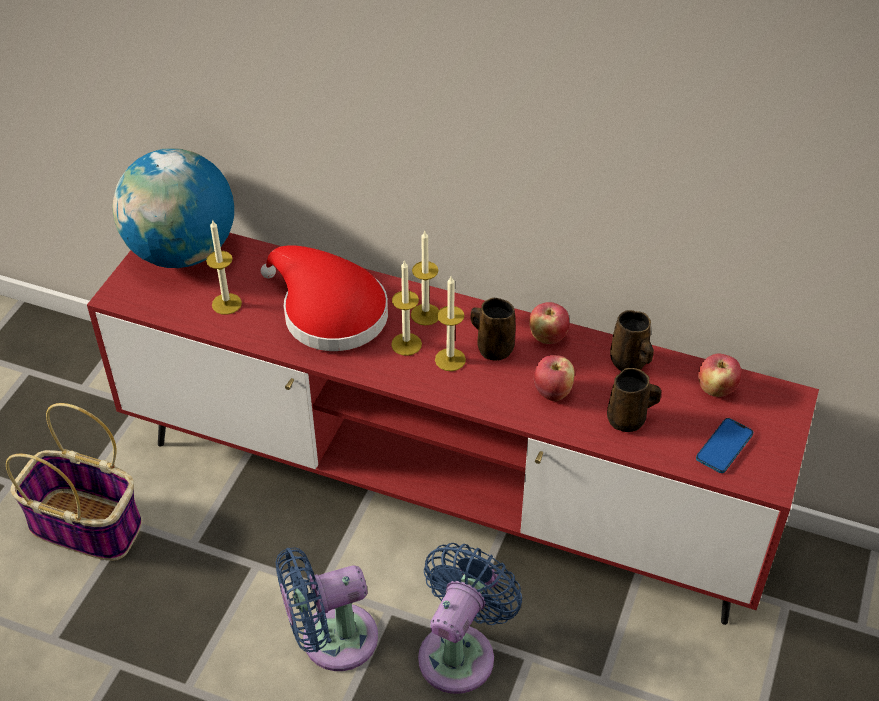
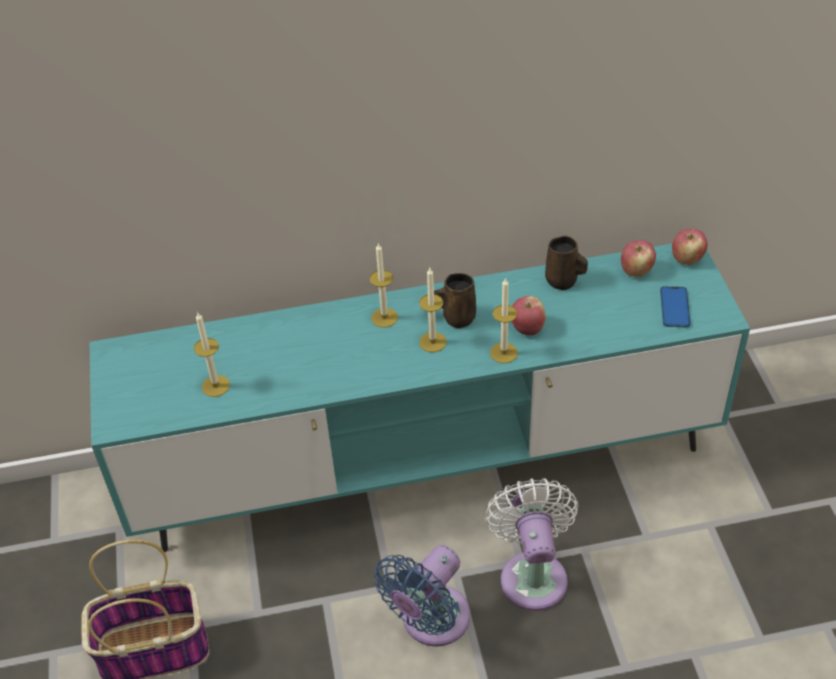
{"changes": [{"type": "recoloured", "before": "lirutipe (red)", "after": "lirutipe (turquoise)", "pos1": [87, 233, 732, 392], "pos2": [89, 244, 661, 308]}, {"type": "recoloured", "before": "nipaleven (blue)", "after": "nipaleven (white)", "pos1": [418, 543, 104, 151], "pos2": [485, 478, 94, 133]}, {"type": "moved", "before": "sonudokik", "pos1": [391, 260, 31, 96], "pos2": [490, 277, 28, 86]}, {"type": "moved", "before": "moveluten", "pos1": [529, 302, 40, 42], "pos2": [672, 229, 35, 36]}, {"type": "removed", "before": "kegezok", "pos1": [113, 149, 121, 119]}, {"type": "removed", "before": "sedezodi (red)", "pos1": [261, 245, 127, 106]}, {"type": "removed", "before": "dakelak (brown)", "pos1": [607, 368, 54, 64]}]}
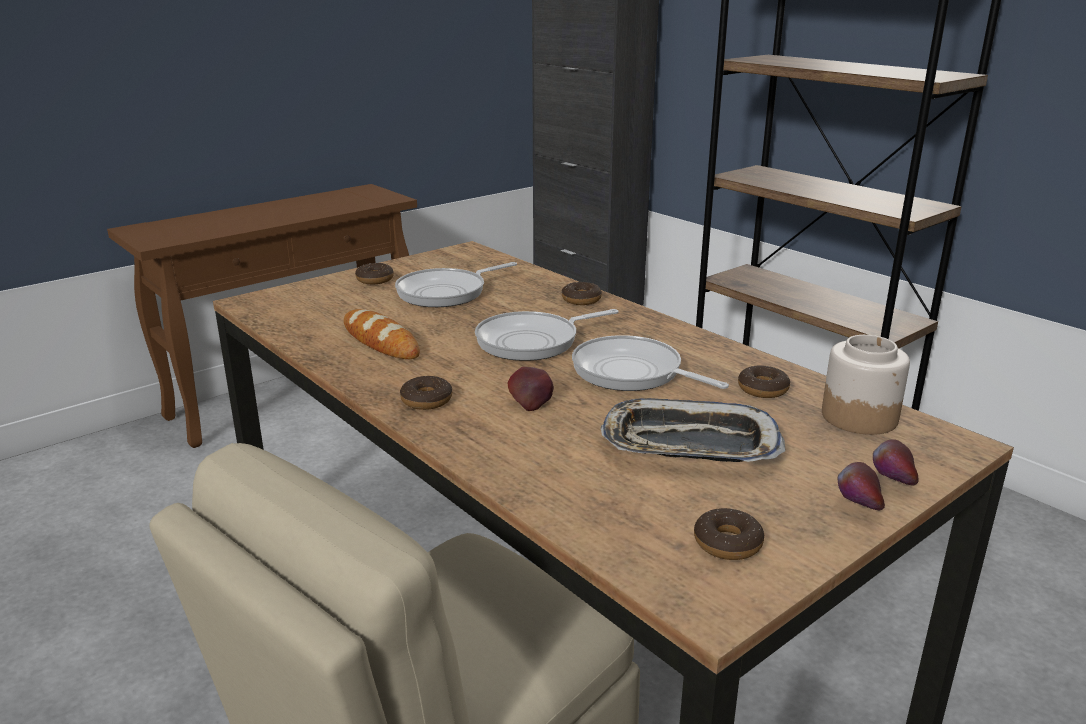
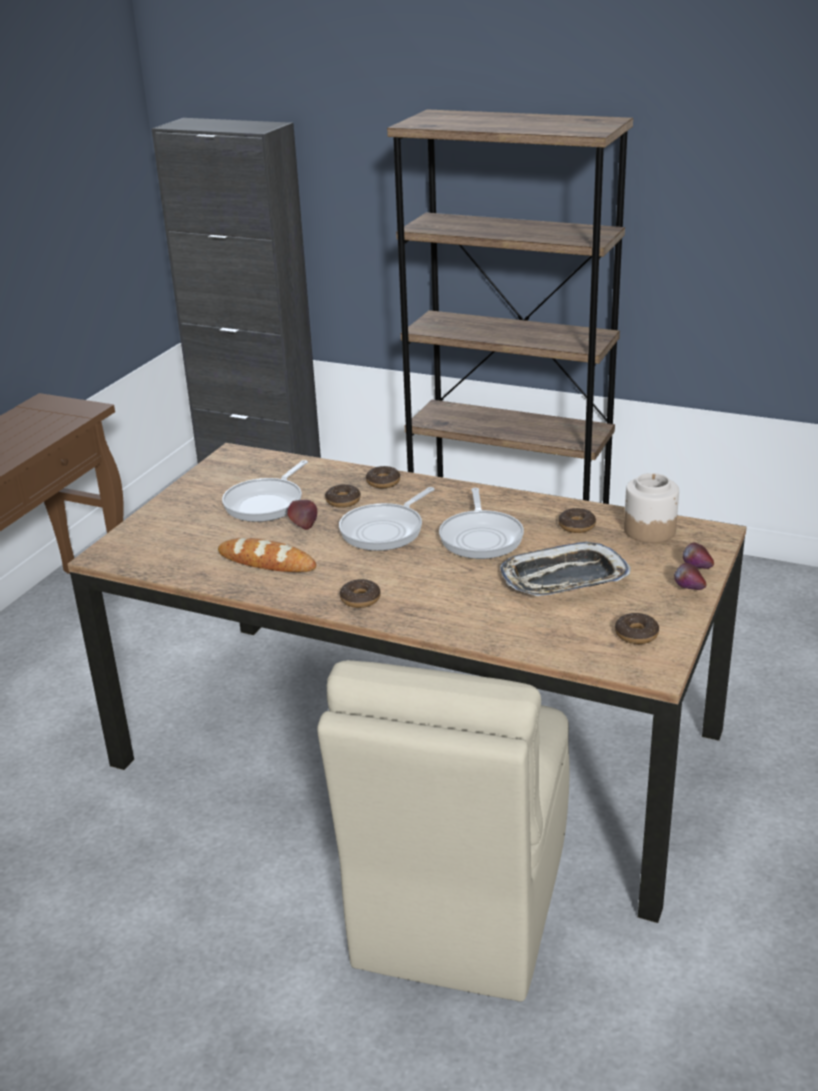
{"changes": [{"type": "moved", "before": "moveluten", "pos1": [508, 367, 46, 44], "pos2": [287, 500, 30, 30]}, {"type": "moved", "before": "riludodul", "pos1": [355, 263, 39, 21], "pos2": [325, 484, 36, 24]}, {"type": "turned", "before": "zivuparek", "pos1": [572, 335, 157, 56], "pos2": [439, 488, 85, 71], "turn": -105}]}
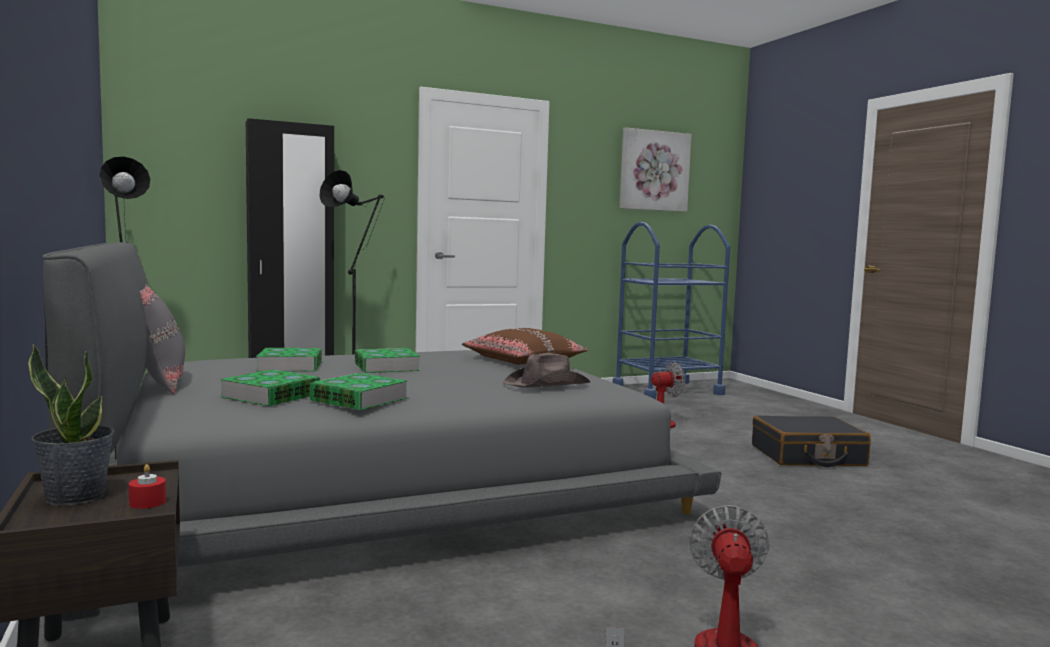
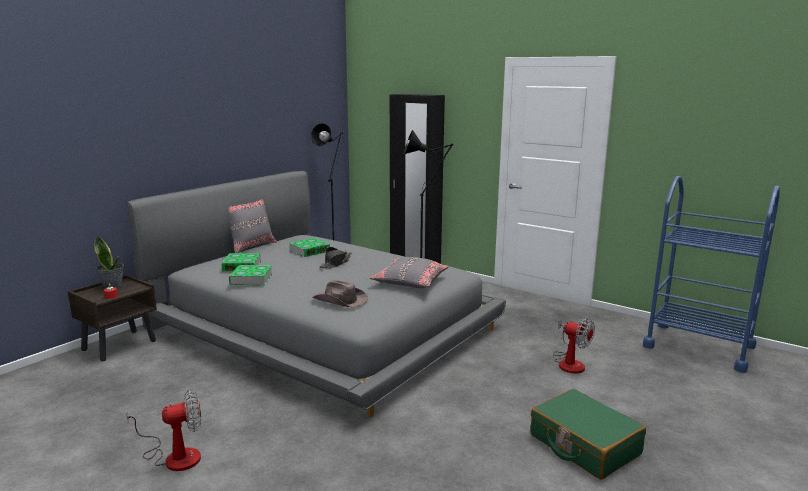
{"changes": [{"type": "replaced", "before": "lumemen", "after": "sedezodi (black)", "pos1": [355, 348, 65, 25], "pos2": [319, 247, 32, 21]}, {"type": "recoloured", "before": "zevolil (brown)", "after": "zevolil (grey)", "pos1": [462, 328, 126, 37], "pos2": [370, 257, 79, 31]}, {"type": "recoloured", "before": "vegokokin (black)", "after": "vegokokin (green)", "pos1": [752, 415, 119, 52], "pos2": [530, 389, 116, 91]}, {"type": "removed", "before": "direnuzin", "pos1": [620, 127, 71, 85]}]}
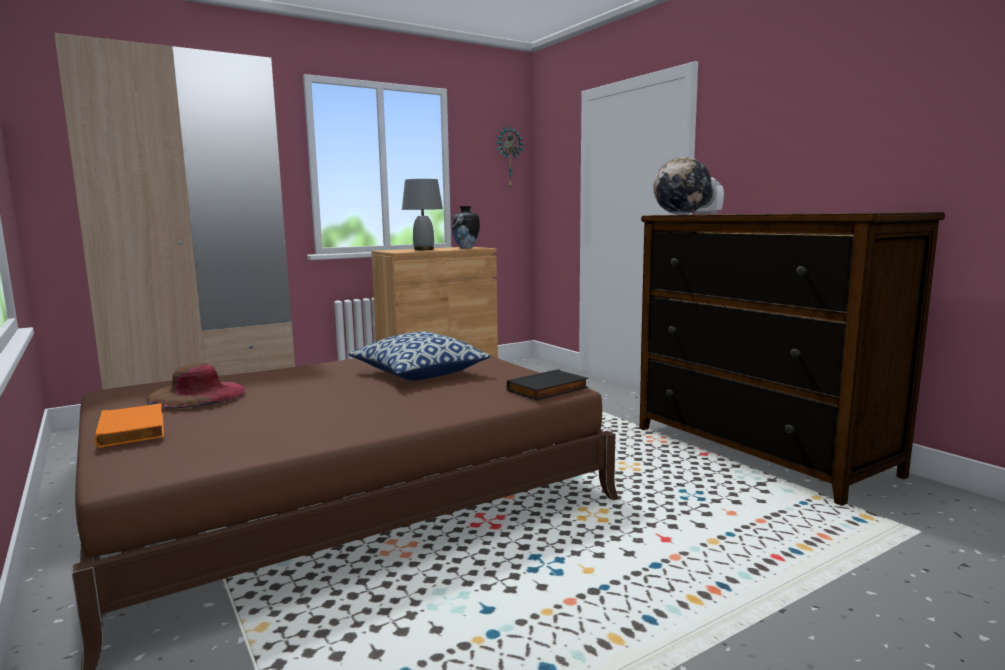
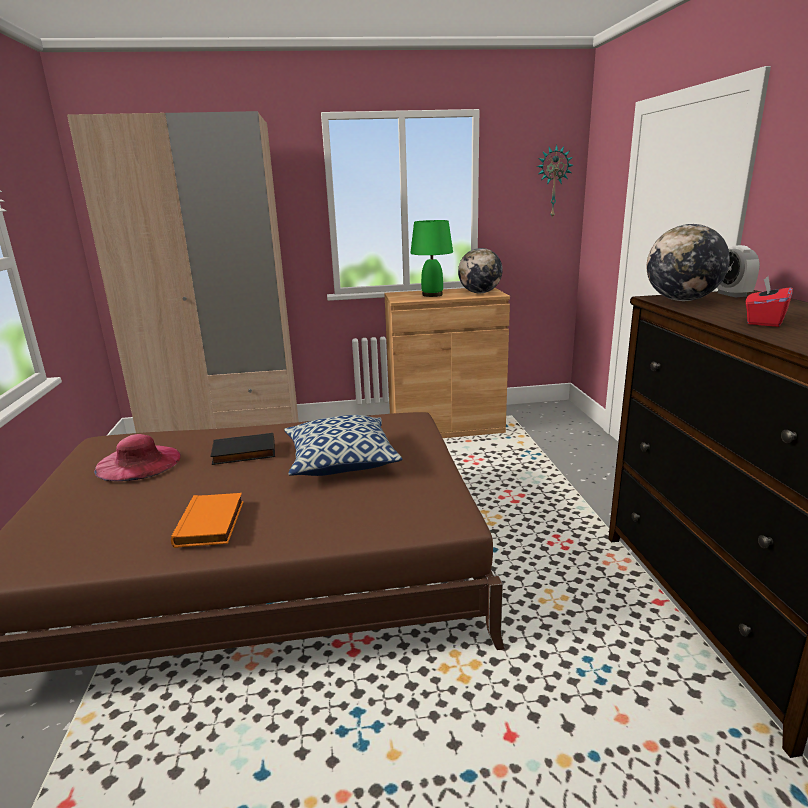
{"changes": [{"type": "recoloured", "before": "sedezodi (brown)", "after": "sedezodi (pink)", "pos1": [146, 362, 100, 47], "pos2": [94, 434, 86, 47]}, {"type": "moved", "before": "lumemen (orange)", "pos1": [95, 403, 69, 45], "pos2": [171, 493, 72, 55]}, {"type": "moved", "before": "lumemen (black)", "pos1": [507, 369, 81, 31], "pos2": [210, 433, 65, 32]}, {"type": "recoloured", "before": "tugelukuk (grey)", "after": "tugelukuk (green)", "pos1": [402, 179, 41, 71], "pos2": [410, 220, 43, 77]}, {"type": "replaced", "before": "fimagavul", "after": "kegezok", "pos1": [452, 206, 28, 43], "pos2": [458, 248, 45, 45]}, {"type": "added", "after": "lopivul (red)", "pos2": [746, 276, 47, 51]}]}
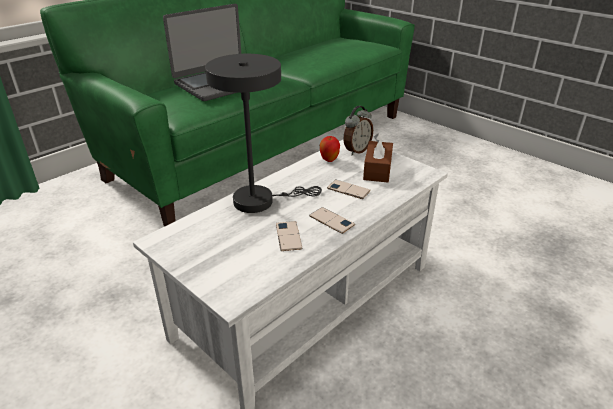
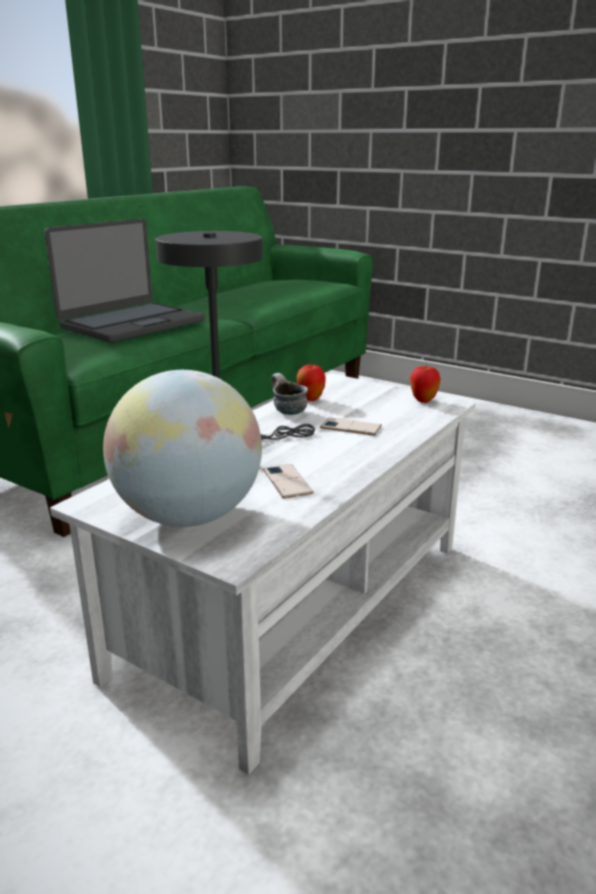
{"changes": [{"type": "added", "after": "kegezok", "pos2": [103, 370, 159, 157]}, {"type": "added", "after": "dakelak", "pos2": [271, 373, 37, 42]}, {"type": "added", "after": "moveluten", "pos2": [410, 364, 30, 39]}, {"type": "removed", "before": "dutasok", "pos1": [309, 207, 46, 27]}, {"type": "removed", "before": "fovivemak", "pos1": [343, 106, 30, 50]}, {"type": "removed", "before": "lopivul (brown)", "pos1": [363, 133, 30, 50]}]}
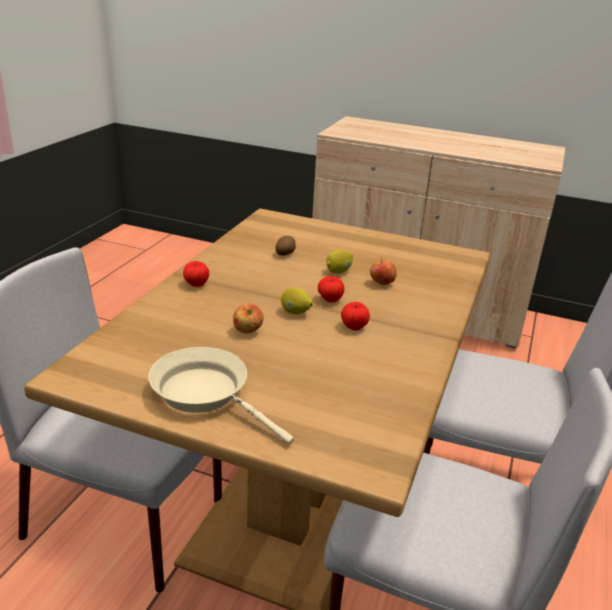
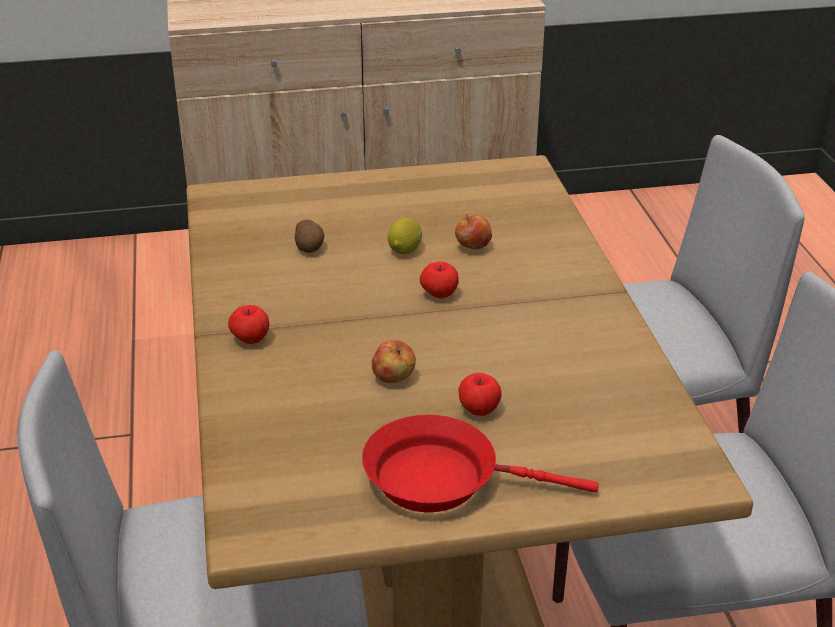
{"changes": [{"type": "recoloured", "before": "zivuparek (beige)", "after": "zivuparek (red)", "pos1": [148, 347, 146, 97], "pos2": [362, 415, 237, 97]}, {"type": "moved", "before": "moveluten", "pos1": [341, 302, 29, 28], "pos2": [458, 373, 44, 43]}, {"type": "removed", "before": "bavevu", "pos1": [281, 288, 32, 26]}]}
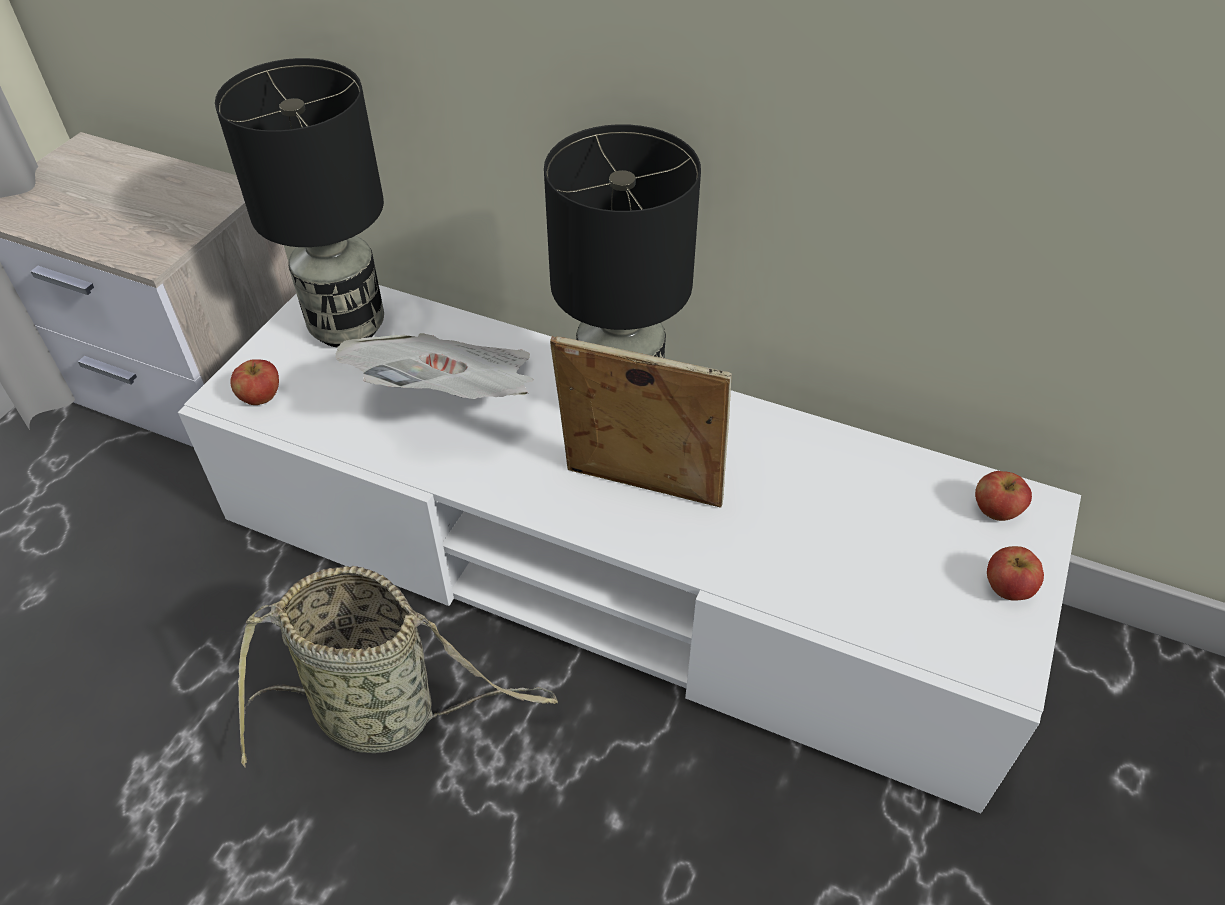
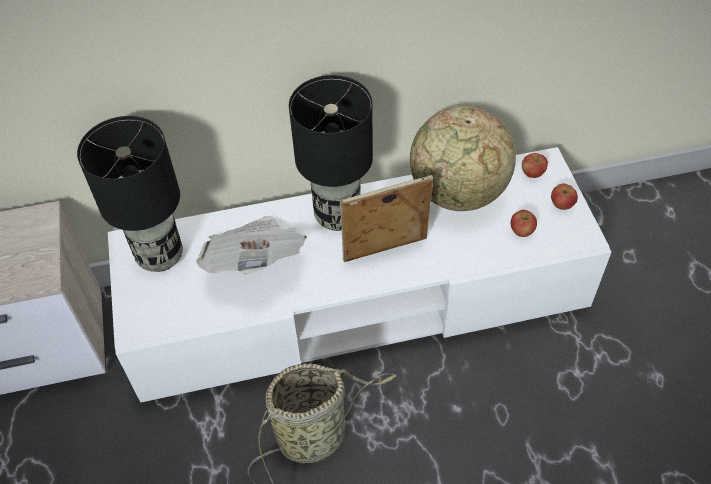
{"changes": [{"type": "added", "after": "kegezok", "pos2": [410, 106, 106, 105]}, {"type": "moved", "before": "moveluten", "pos1": [230, 359, 49, 46], "pos2": [511, 210, 26, 27]}]}
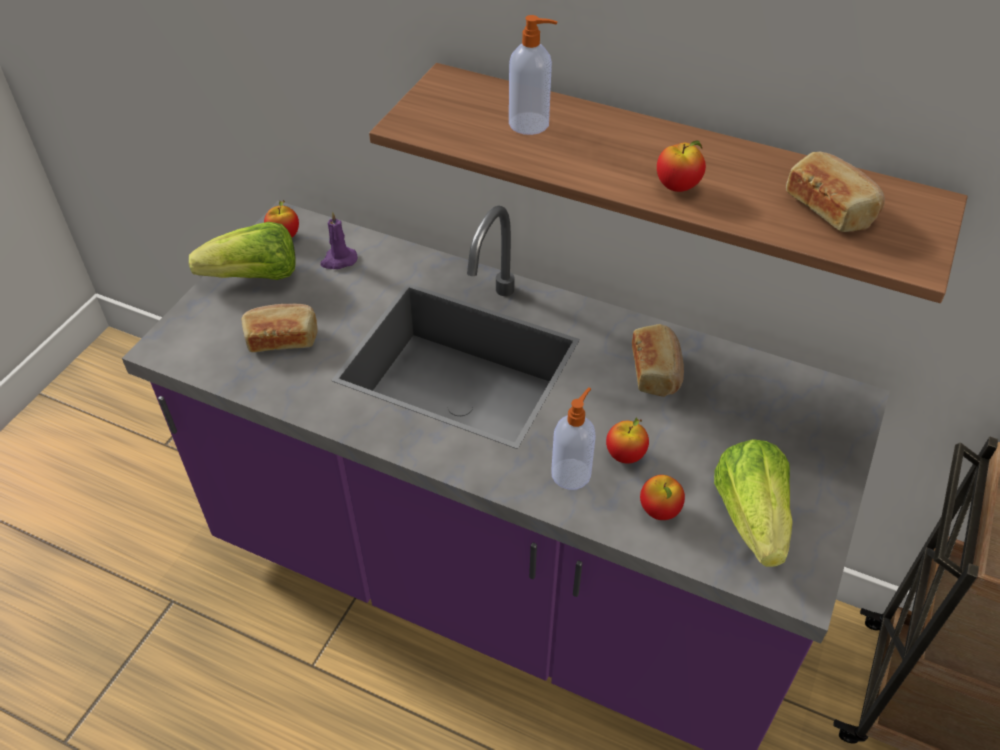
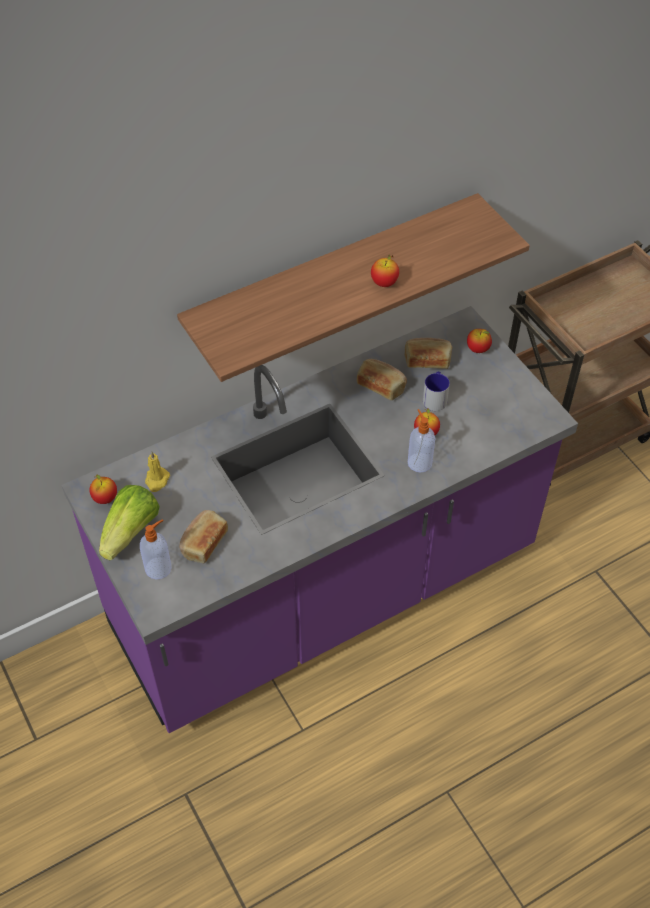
{"changes": [{"type": "moved", "before": "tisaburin", "pos1": [509, 15, 49, 120], "pos2": [140, 519, 31, 60]}, {"type": "recoloured", "before": "sonudokik (purple)", "after": "sonudokik (yellow)", "pos1": [321, 211, 37, 58], "pos2": [145, 451, 25, 41]}, {"type": "moved", "before": "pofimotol", "pos1": [786, 151, 99, 81], "pos2": [404, 338, 48, 31]}, {"type": "added", "after": "dakelak", "pos2": [423, 372, 27, 39]}, {"type": "moved", "before": "moveluten", "pos1": [640, 475, 45, 45], "pos2": [467, 329, 25, 24]}, {"type": "removed", "before": "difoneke", "pos1": [714, 439, 79, 128]}]}
